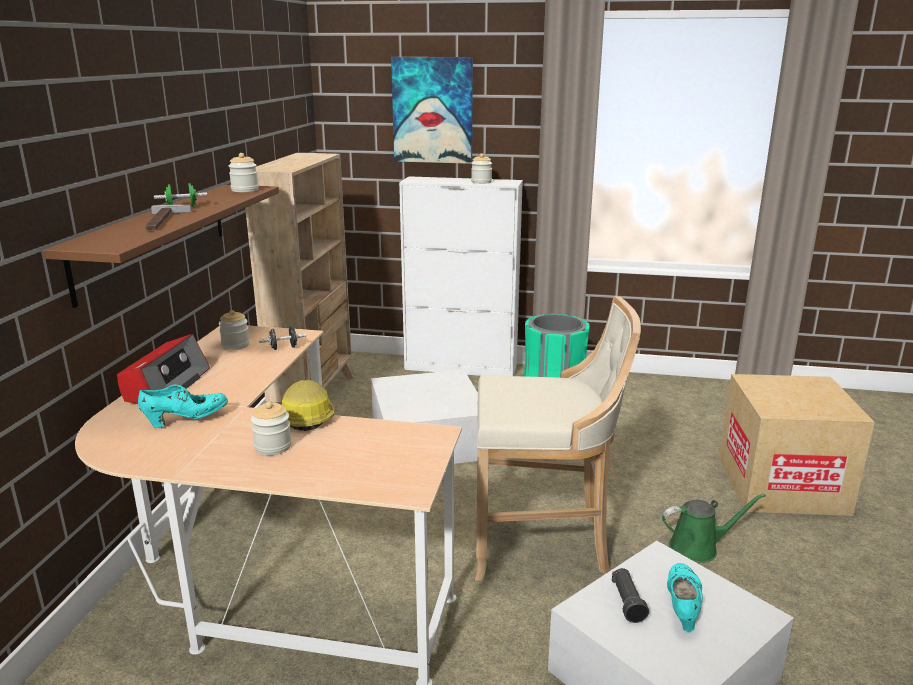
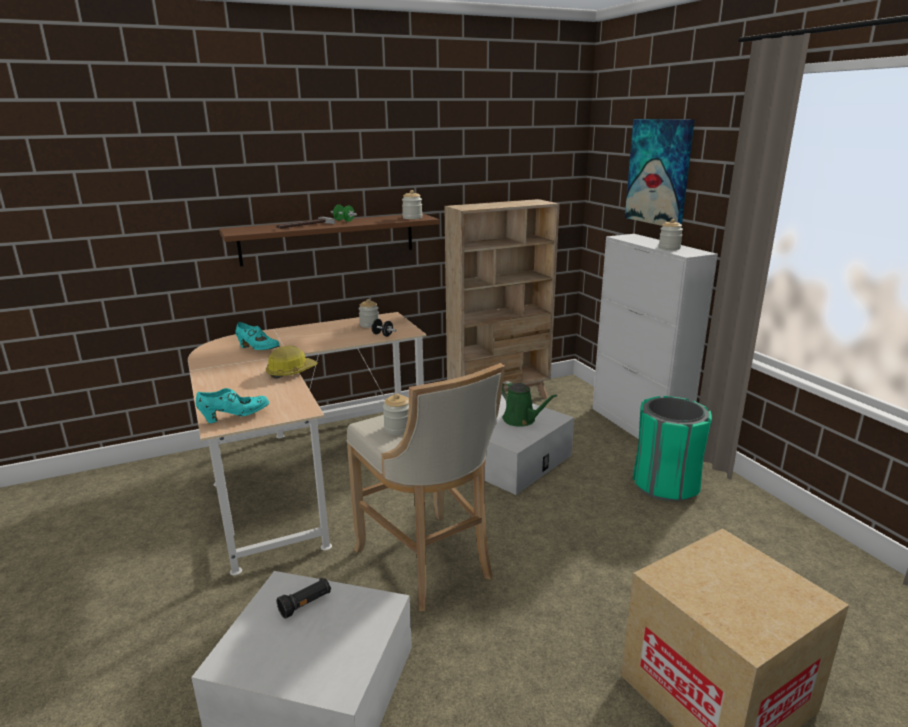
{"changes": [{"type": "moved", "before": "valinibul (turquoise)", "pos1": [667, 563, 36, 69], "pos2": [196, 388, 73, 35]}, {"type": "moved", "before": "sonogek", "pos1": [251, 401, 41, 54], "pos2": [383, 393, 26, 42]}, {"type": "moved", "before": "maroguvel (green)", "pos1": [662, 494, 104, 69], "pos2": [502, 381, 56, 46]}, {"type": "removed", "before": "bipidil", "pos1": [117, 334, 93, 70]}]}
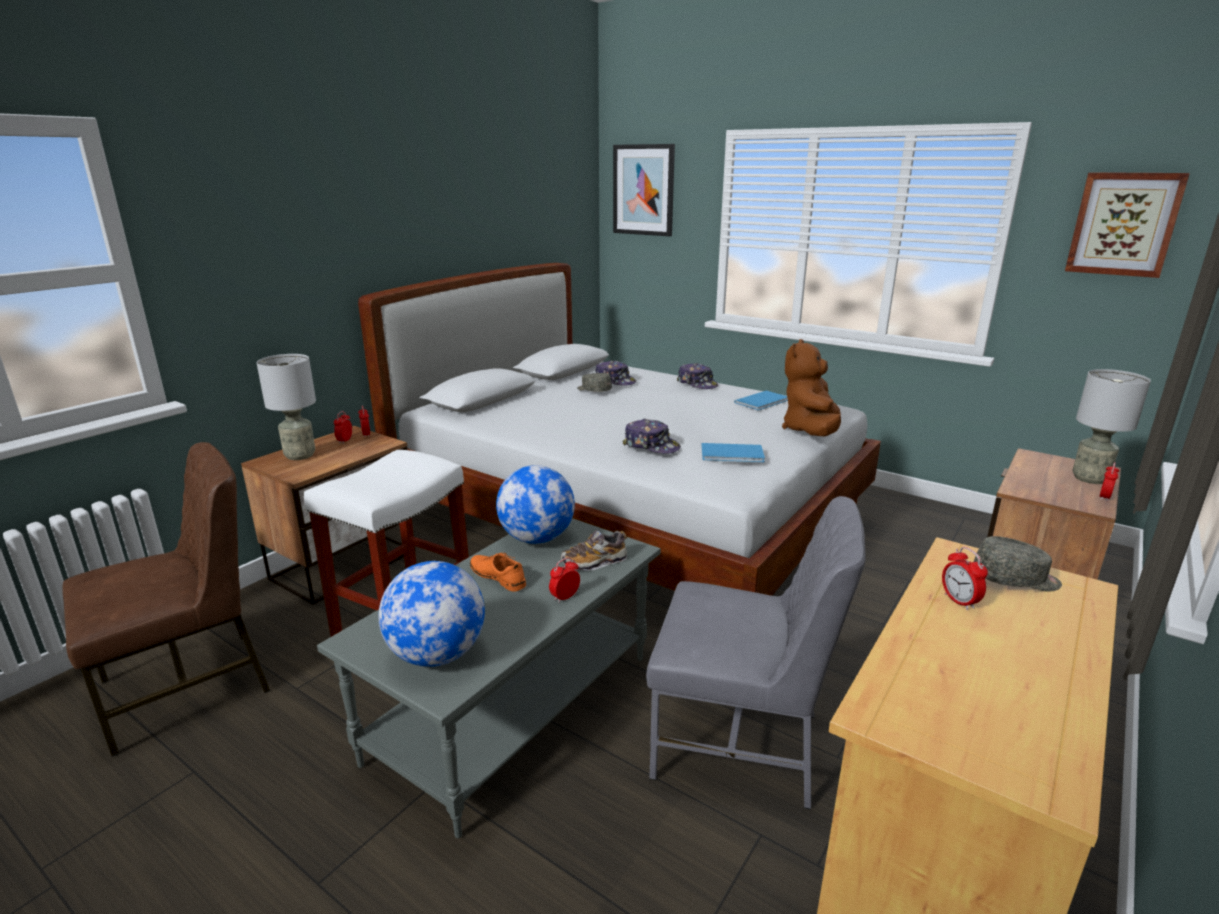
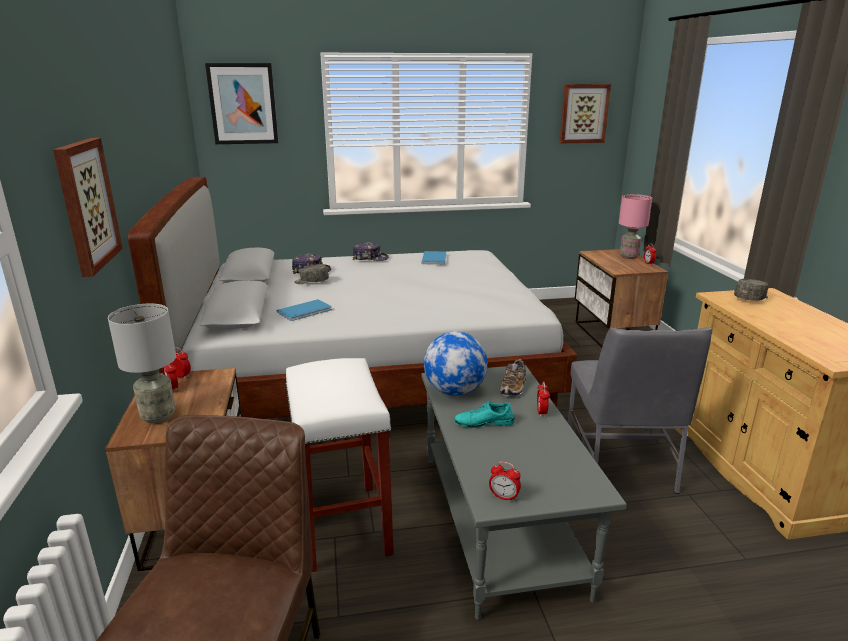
{"changes": [{"type": "added", "after": "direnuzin", "pos2": [53, 138, 70, 139]}, {"type": "moved", "before": "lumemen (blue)", "pos1": [701, 443, 64, 20], "pos2": [277, 299, 55, 22]}, {"type": "recoloured", "before": "valinibul (orange)", "after": "valinibul (turquoise)", "pos1": [470, 553, 56, 39], "pos2": [454, 401, 61, 27]}, {"type": "moved", "before": "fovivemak", "pos1": [942, 547, 46, 63], "pos2": [489, 461, 32, 41]}, {"type": "turned", "before": "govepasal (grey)", "pos1": [646, 496, 220, 314], "pos2": [568, 327, 144, 167], "turn": 120}, {"type": "recoloured", "before": "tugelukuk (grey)", "after": "tugelukuk (pink)", "pos1": [1073, 369, 78, 115], "pos2": [619, 194, 33, 65]}, {"type": "removed", "before": "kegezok", "pos1": [379, 561, 106, 106]}, {"type": "removed", "before": "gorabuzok", "pos1": [623, 419, 58, 35]}, {"type": "removed", "before": "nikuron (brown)", "pos1": [782, 339, 59, 98]}]}
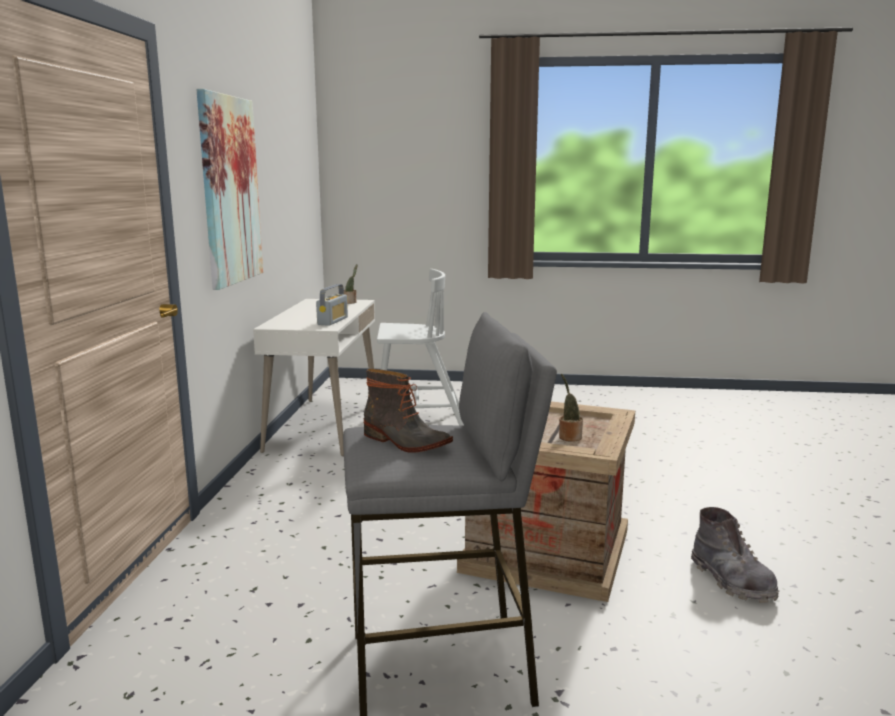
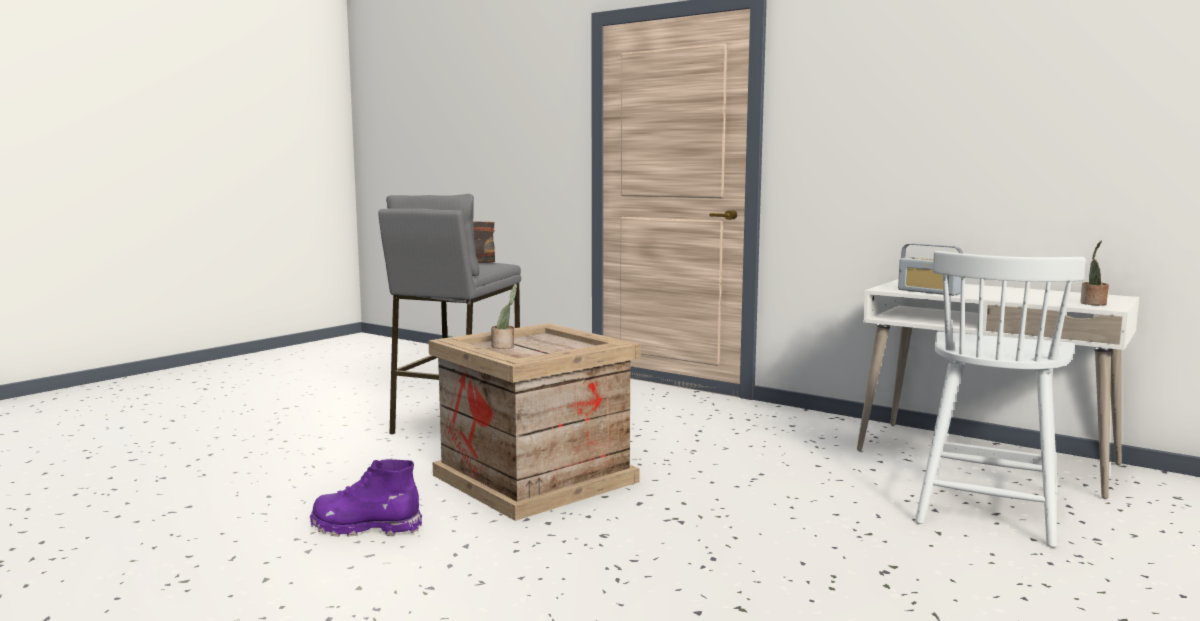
{"changes": [{"type": "recoloured", "before": "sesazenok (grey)", "after": "sesazenok (purple)", "pos1": [691, 507, 88, 96], "pos2": [310, 459, 112, 78]}, {"type": "removed", "before": "direnuzin", "pos1": [196, 89, 67, 201]}]}
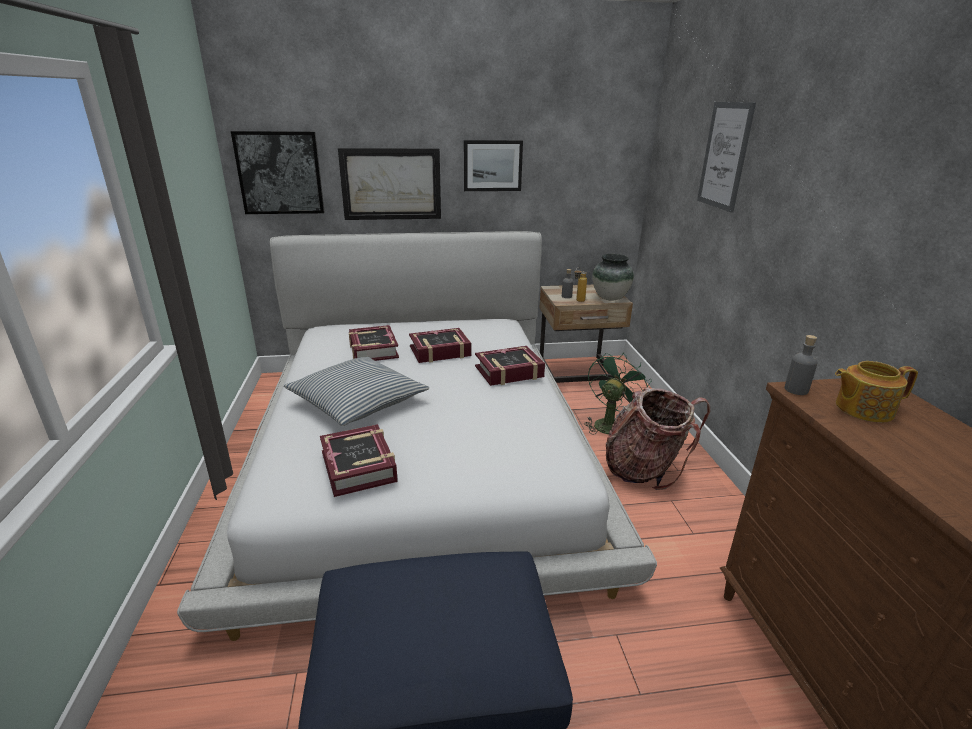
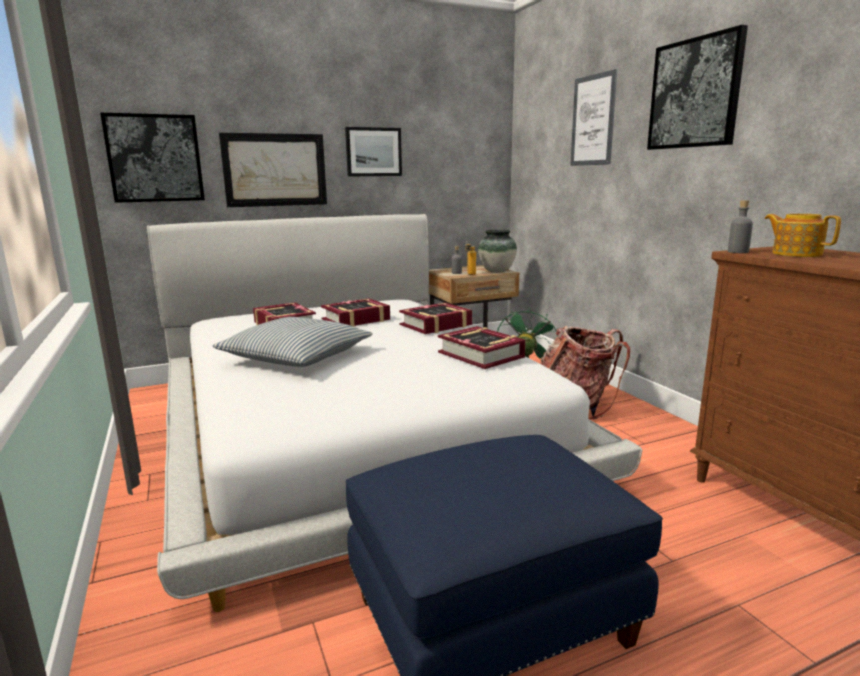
{"changes": [{"type": "moved", "before": "lumemen", "pos1": [320, 424, 78, 73], "pos2": [438, 326, 88, 43]}, {"type": "added", "after": "direnuzin", "pos2": [647, 25, 101, 125]}, {"type": "turned", "before": "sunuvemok", "pos1": [835, 361, 83, 62], "pos2": [765, 214, 76, 43], "turn": 75}]}
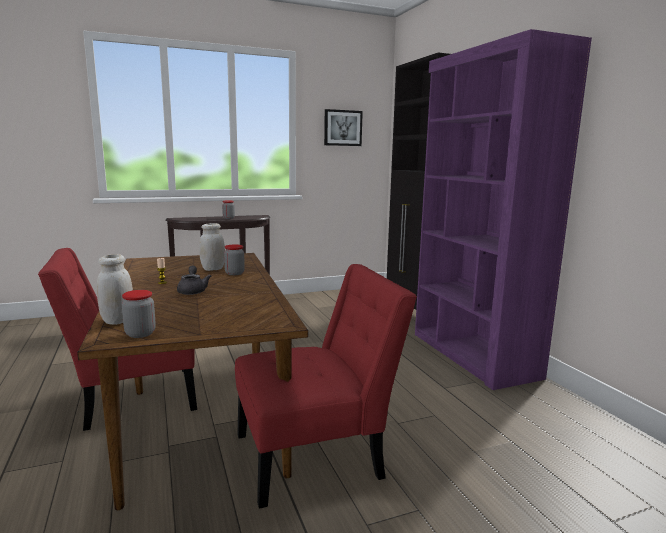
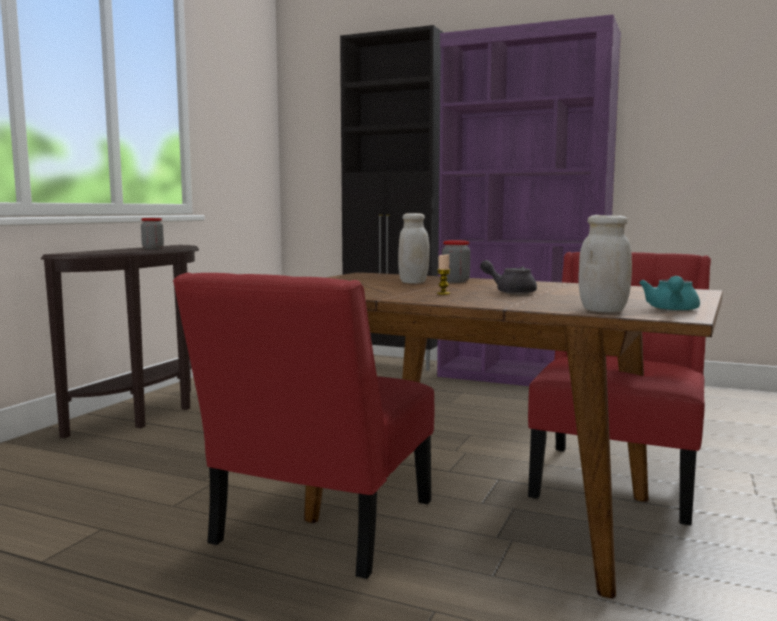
{"changes": [{"type": "replaced", "before": "sonogek", "after": "sunuvemok (turquoise)", "pos1": [122, 290, 34, 48], "pos2": [639, 276, 61, 35]}, {"type": "removed", "before": "direnuzin", "pos1": [324, 109, 39, 37]}]}
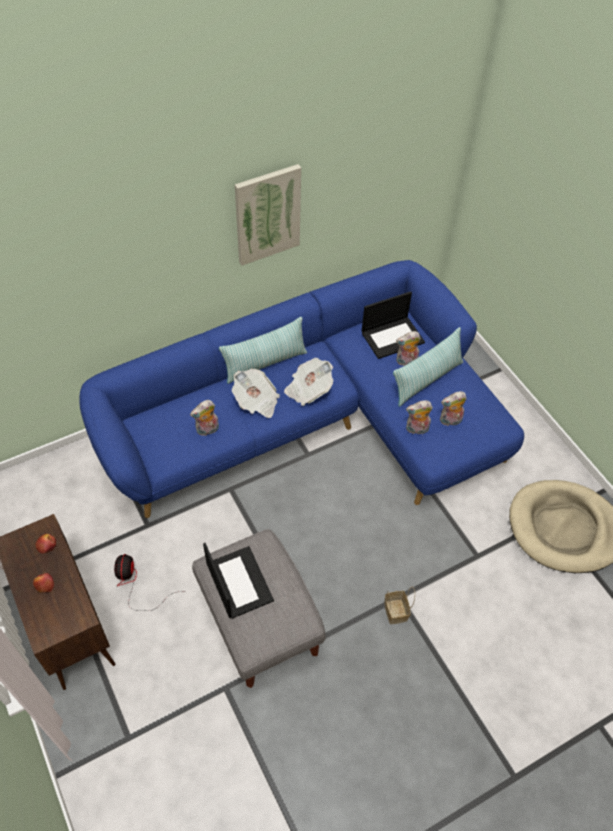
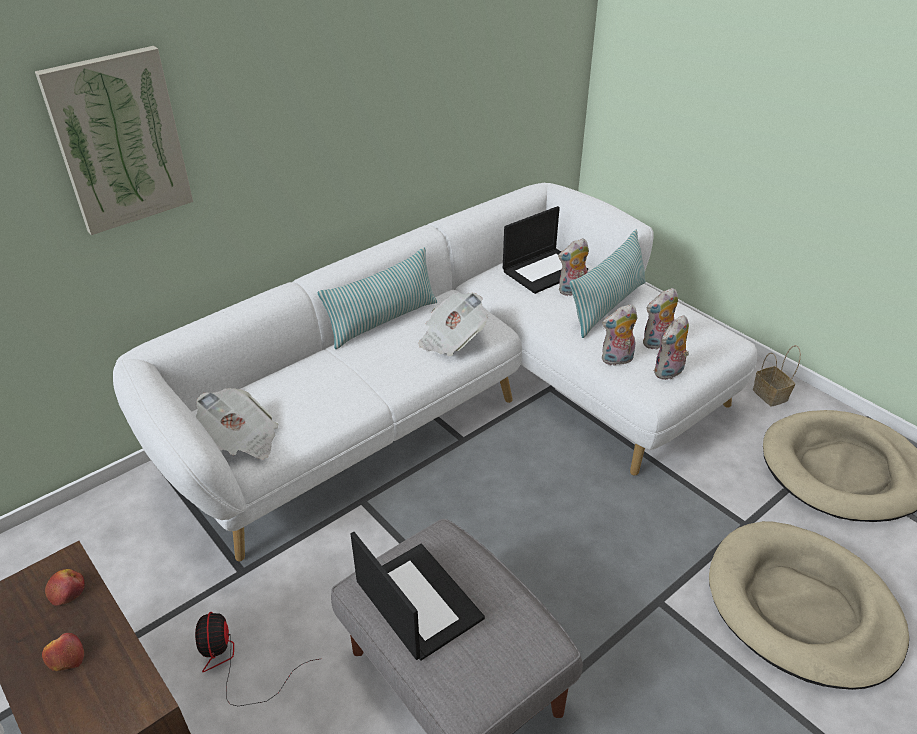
{"changes": [{"type": "moved", "before": "direnuzin", "pos1": [235, 164, 66, 101], "pos2": [35, 46, 158, 189]}, {"type": "recoloured", "before": "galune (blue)", "after": "galune (white)", "pos1": [79, 260, 445, 258], "pos2": [113, 183, 645, 378]}, {"type": "moved", "before": "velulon", "pos1": [232, 369, 48, 49], "pos2": [195, 388, 84, 71]}, {"type": "moved", "before": "nikuron", "pos1": [190, 400, 29, 36], "pos2": [653, 315, 36, 65]}, {"type": "added", "after": "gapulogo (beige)", "pos2": [709, 521, 200, 169]}, {"type": "moved", "before": "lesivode", "pos1": [384, 587, 31, 37], "pos2": [753, 345, 48, 62]}]}
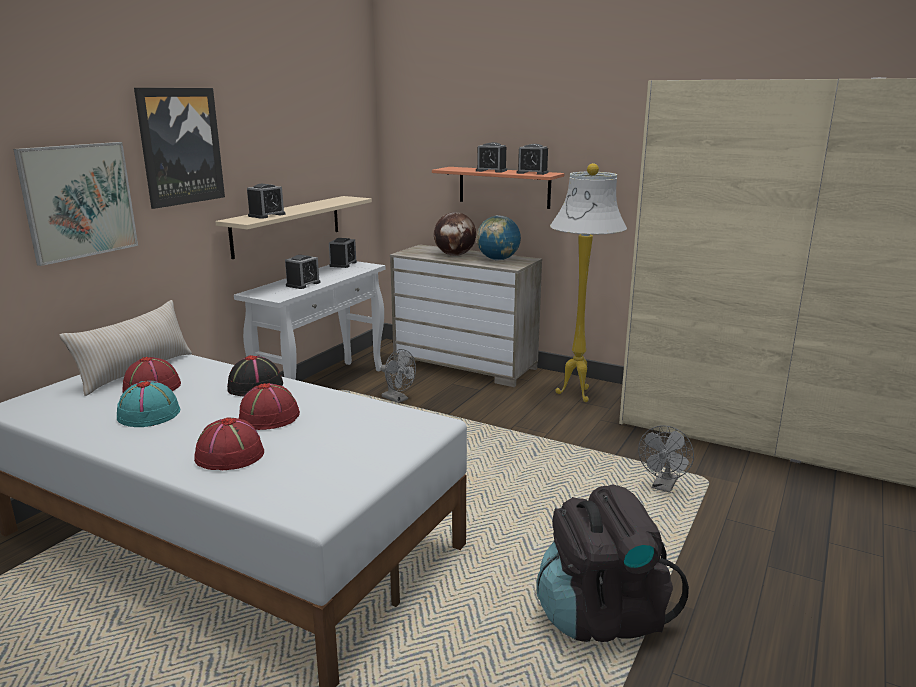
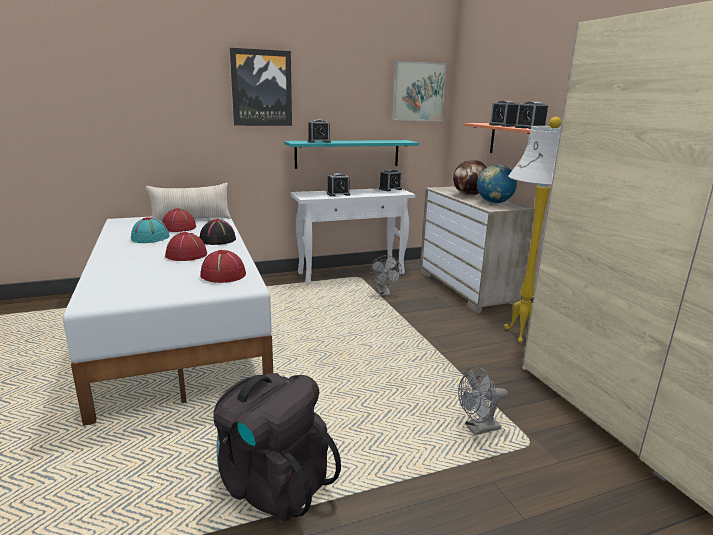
{"changes": [{"type": "moved", "before": "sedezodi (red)", "pos1": [194, 418, 70, 52], "pos2": [200, 250, 46, 33]}, {"type": "recoloured", "before": "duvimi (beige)", "after": "duvimi (turquoise)", "pos1": [215, 196, 157, 63], "pos2": [284, 140, 135, 29]}, {"type": "moved", "before": "direnuzin", "pos1": [13, 142, 125, 124], "pos2": [392, 61, 55, 60]}]}
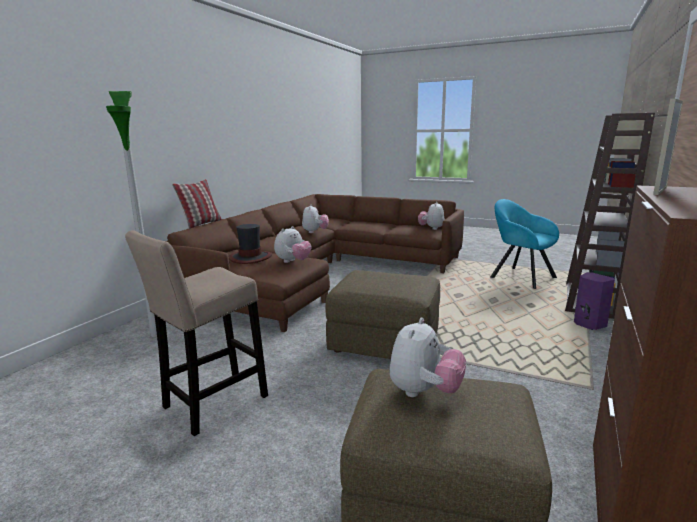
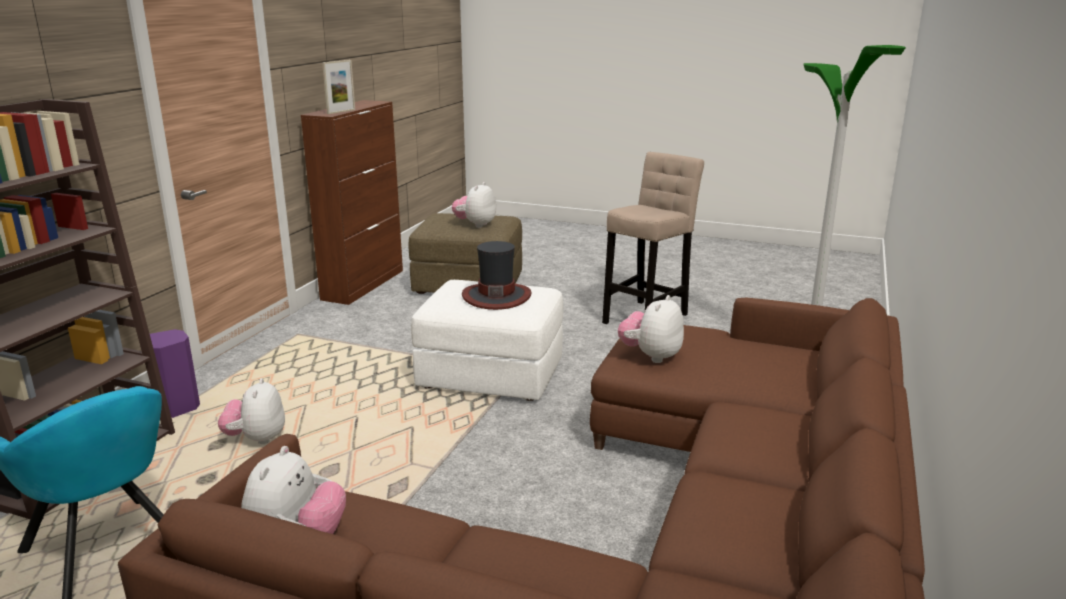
{"changes": [{"type": "moved", "before": "nikuron", "pos1": [302, 204, 27, 29], "pos2": [218, 378, 67, 66]}, {"type": "recoloured", "before": "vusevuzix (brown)", "after": "vusevuzix (white)", "pos1": [325, 270, 115, 89], "pos2": [411, 280, 152, 121]}, {"type": "moved", "before": "sedezodi", "pos1": [229, 224, 43, 40], "pos2": [462, 241, 70, 69]}, {"type": "removed", "before": "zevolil", "pos1": [172, 179, 50, 50]}]}
